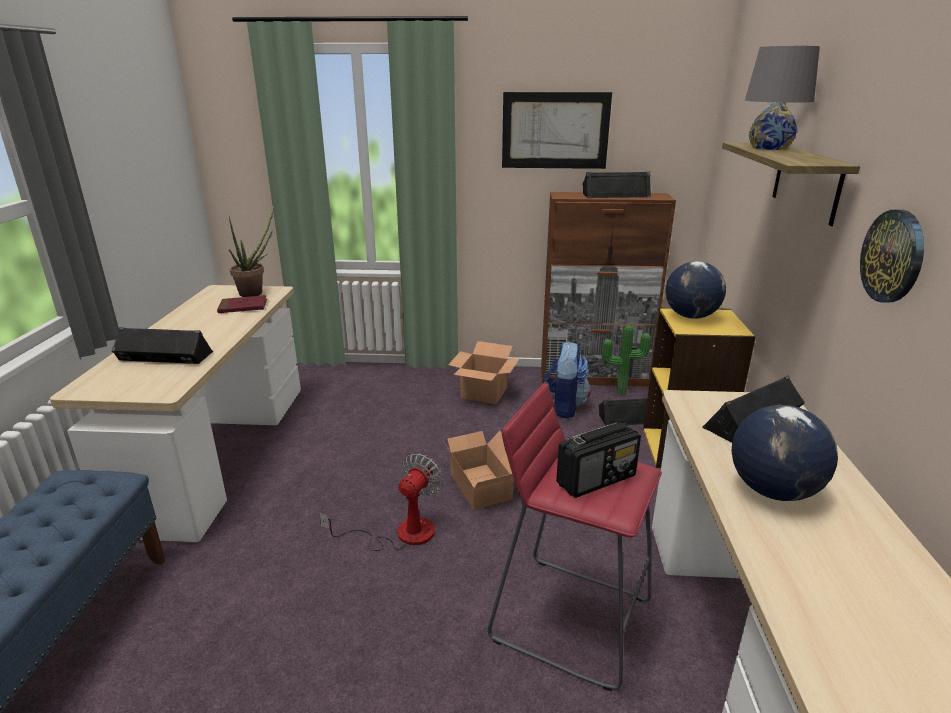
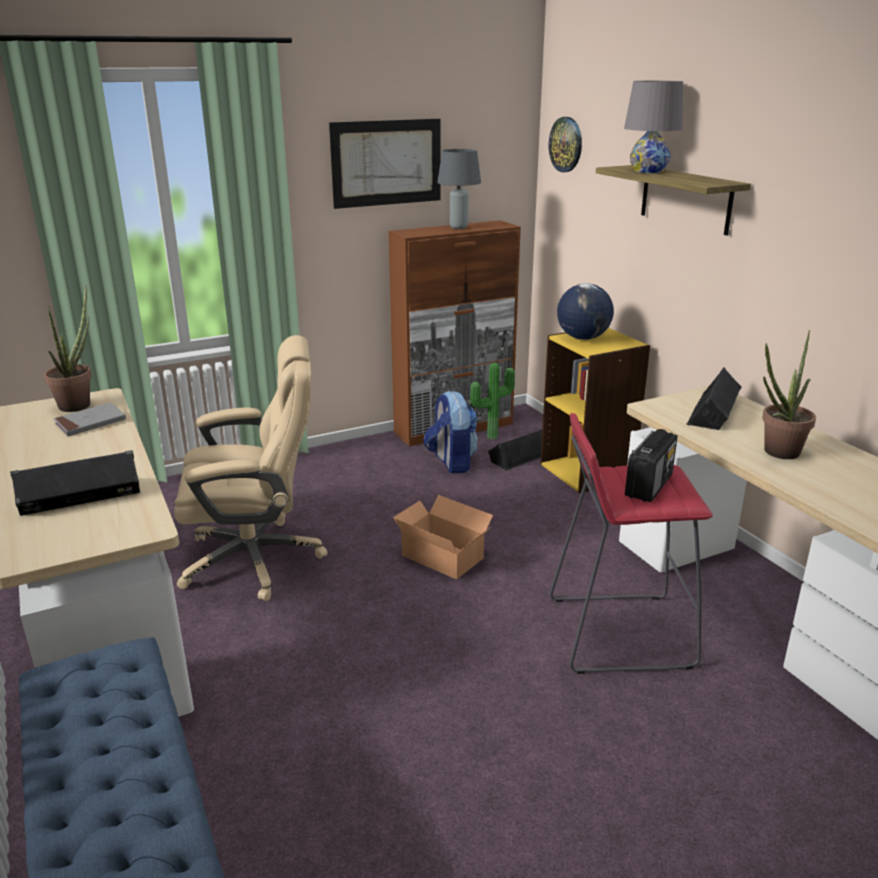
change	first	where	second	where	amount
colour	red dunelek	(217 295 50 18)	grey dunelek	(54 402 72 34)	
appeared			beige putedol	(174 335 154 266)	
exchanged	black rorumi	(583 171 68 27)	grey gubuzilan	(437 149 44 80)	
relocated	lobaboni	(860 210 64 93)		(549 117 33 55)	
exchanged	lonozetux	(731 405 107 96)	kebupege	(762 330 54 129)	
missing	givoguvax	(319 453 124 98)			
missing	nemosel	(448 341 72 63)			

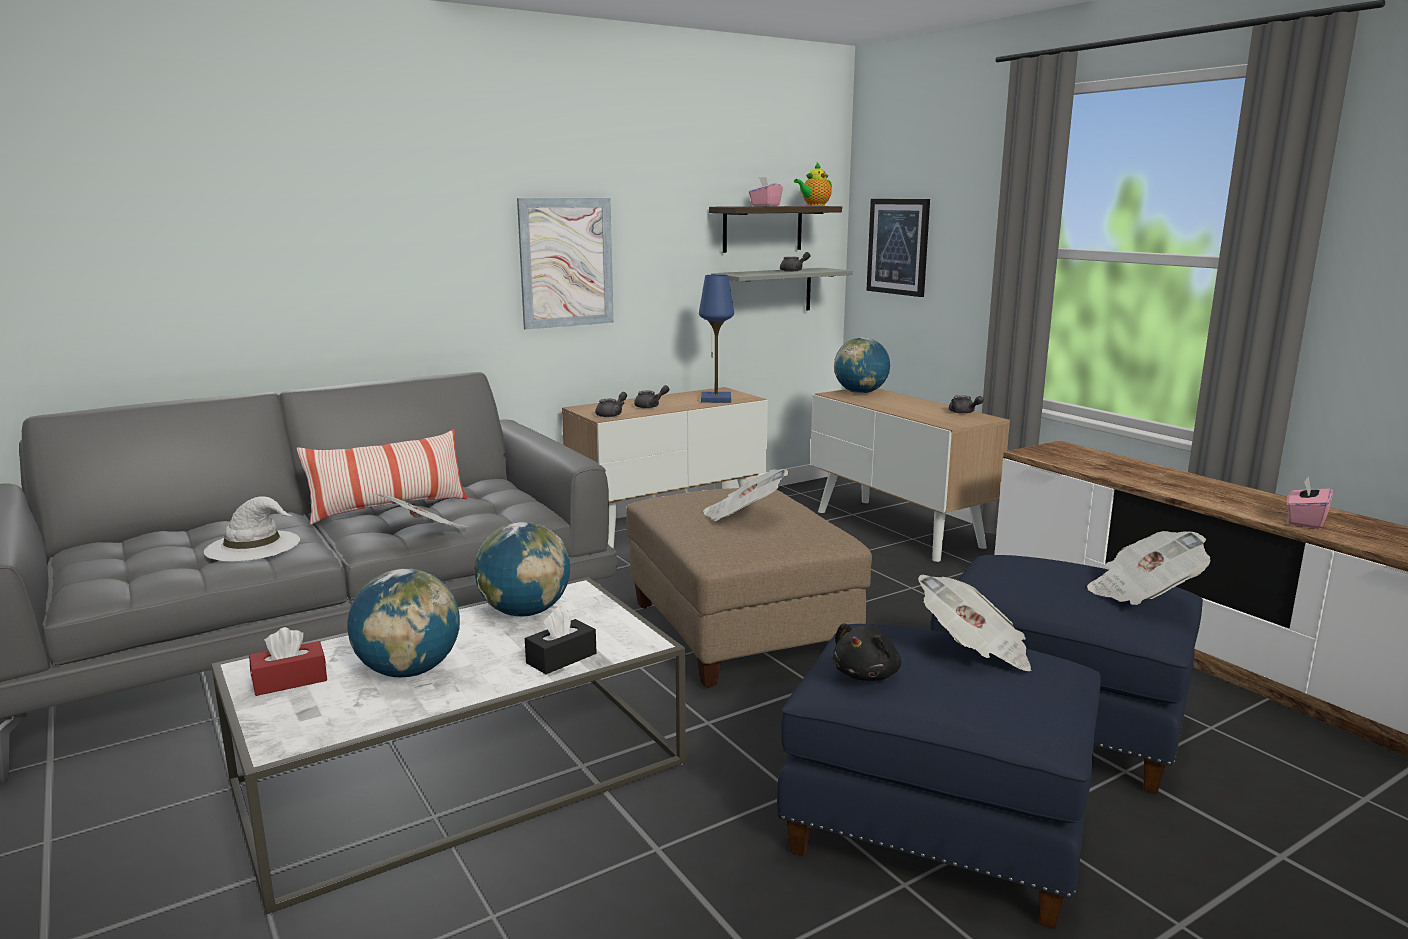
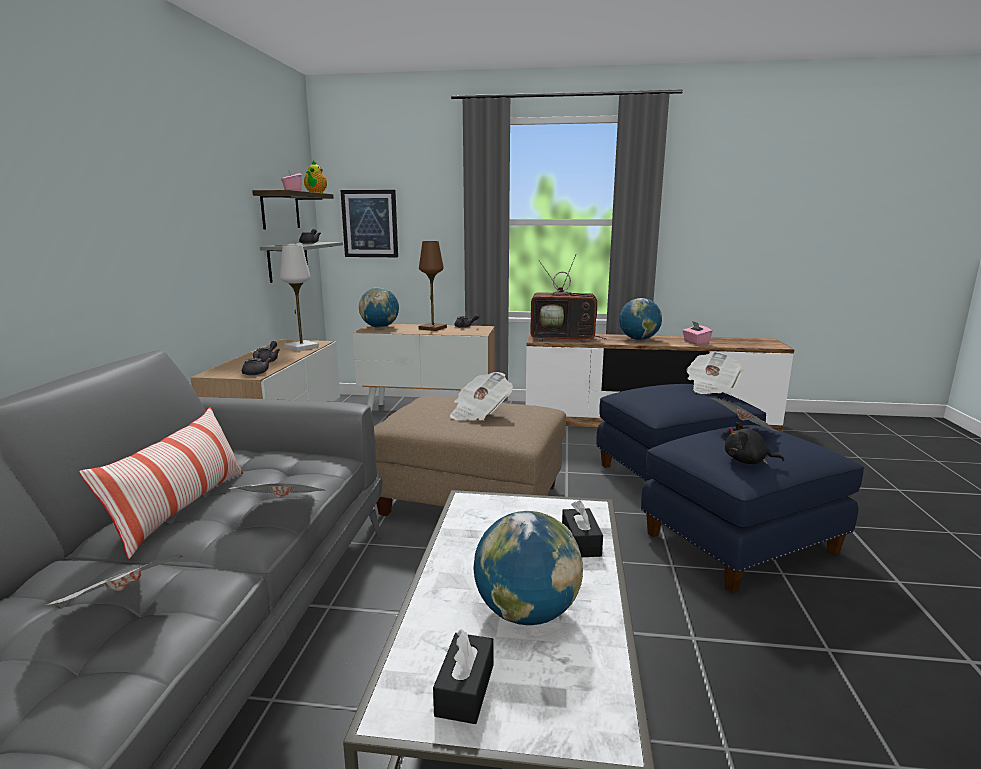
change	first	where	second	where	amount
exchanged	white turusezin	(204 496 96 66)	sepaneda	(46 554 137 51)	
colour	blue gubuzilan	(699 274 35 129)	white gubuzilan	(280 245 39 106)	
appeared			brown gubuzilan	(419 241 28 90)	
colour	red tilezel	(249 627 78 69)	black tilezel	(433 629 61 95)	
appeared			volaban	(530 255 77 87)	
relocated	lonozetux	(475 522 95 95)		(619 298 43 42)	
spun	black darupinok	(833 623 68 58)		(725 422 59 42)	120 degrees clockwise
missing	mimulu	(517 198 97 132)			

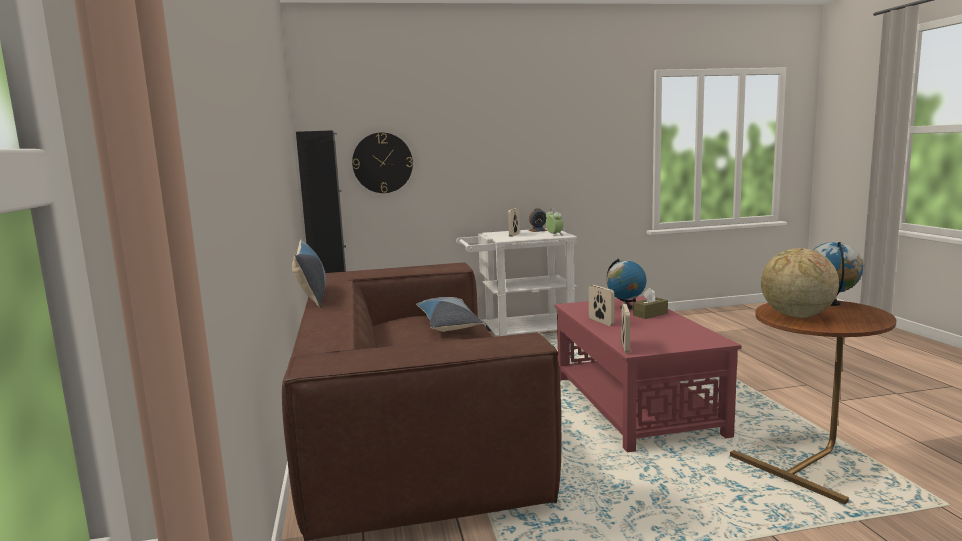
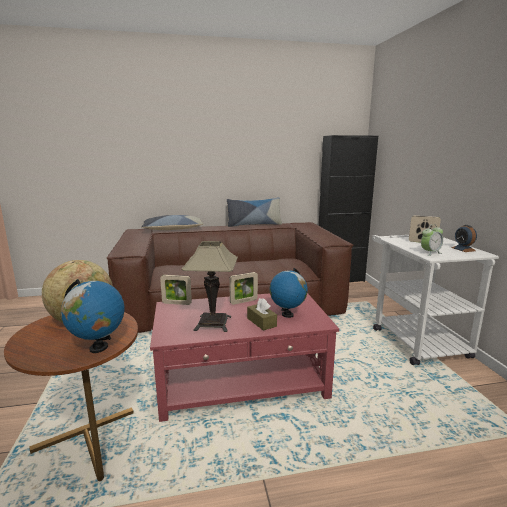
change	first	where	second	where	amount
relocated	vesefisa	(416 297 67 35)		(141 215 62 15)	
appeared			gubuzilan	(181 241 57 91)	
missing	lobaboni	(352 132 61 61)			

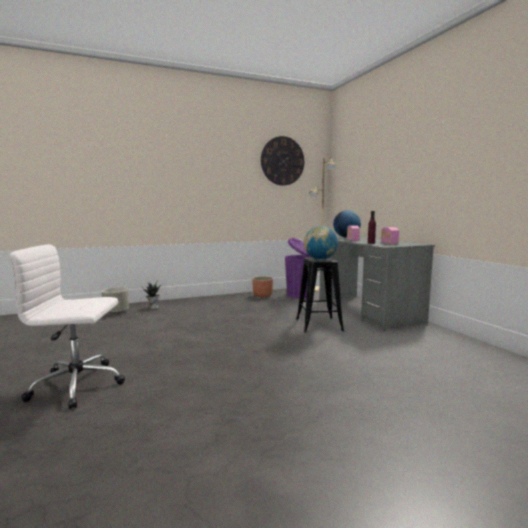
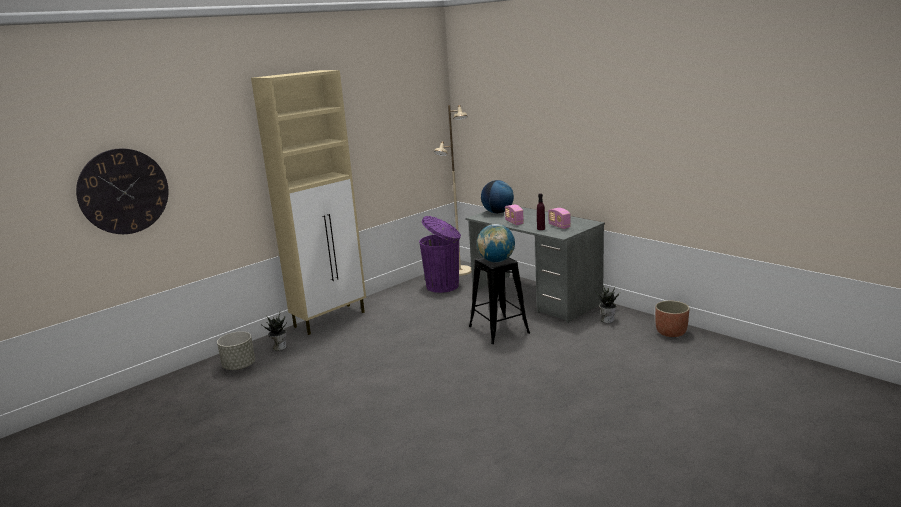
change	first	where	second	where	amount
relocated	lobaboni	(261 136 43 50)		(76 148 92 86)	
appeared			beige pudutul	(251 70 115 265)	
appeared			kebupege	(595 288 25 35)	
relocated	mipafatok	(252 276 21 21)		(655 301 35 36)	
missing	white putedol	(10 244 115 165)			

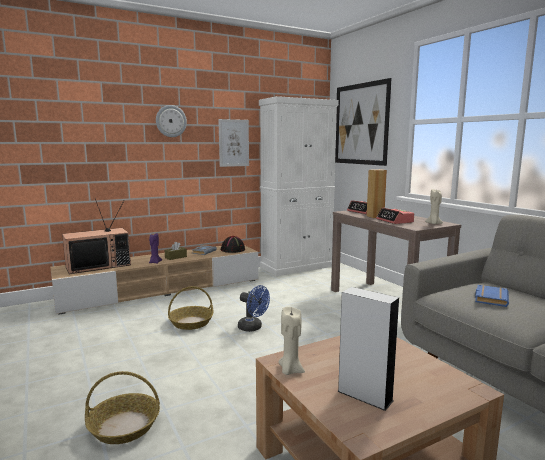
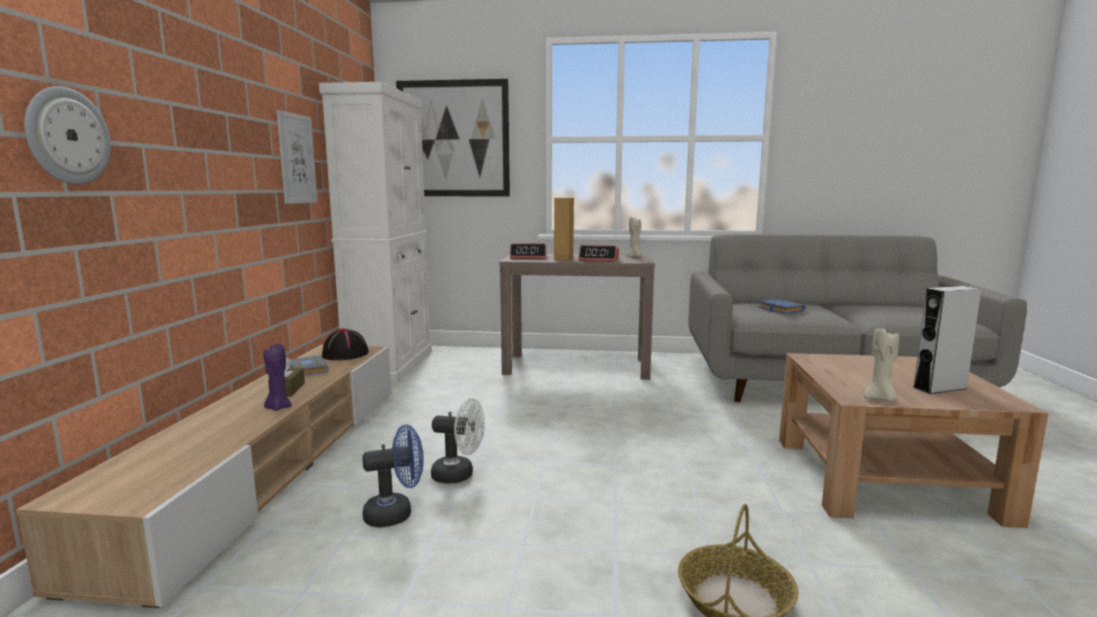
change	first	where	second	where	amount
relocated	lobaboni	(156 105 31 32)		(24 86 87 98)	
relocated	blue givoguvax	(238 285 32 47)		(362 425 62 102)	
exchanged	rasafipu	(168 286 45 44)	white givoguvax	(431 399 54 84)	
missing	volaban	(62 198 69 76)			

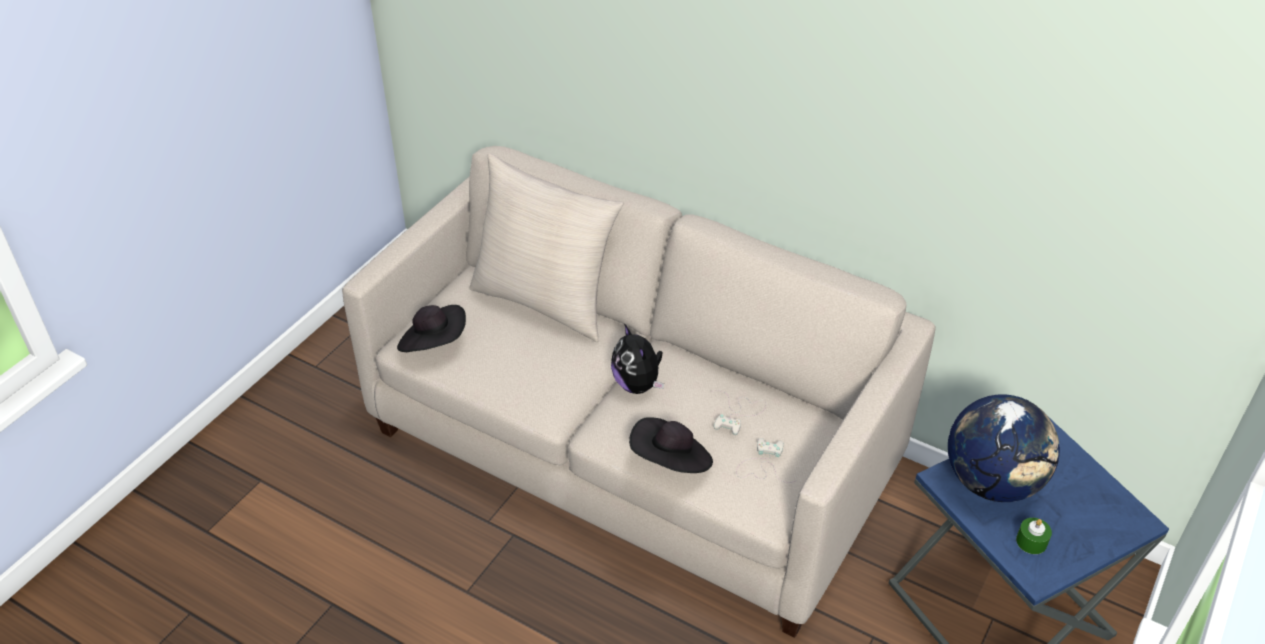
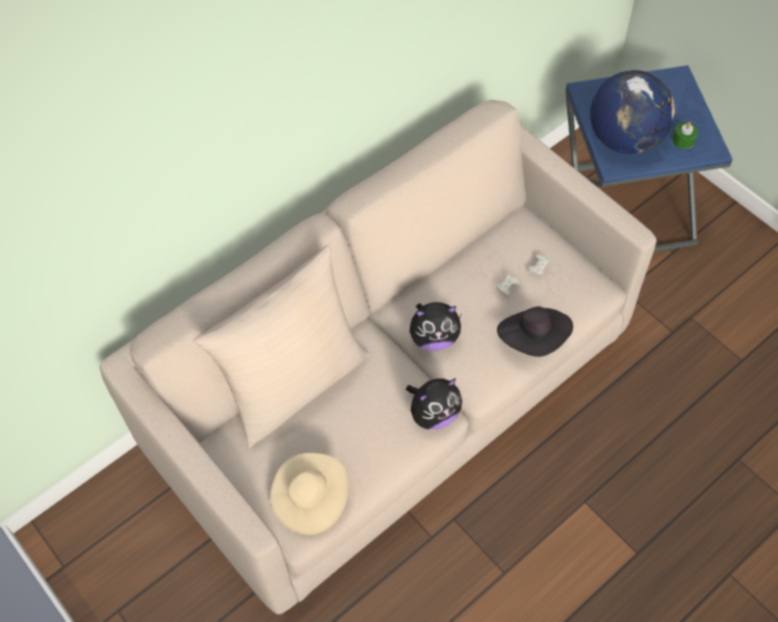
change	first	where	second	where	amount
colour	black turusezin	(397 305 69 47)	beige turusezin	(270 453 79 82)	
appeared			darupinok	(406 378 56 52)	

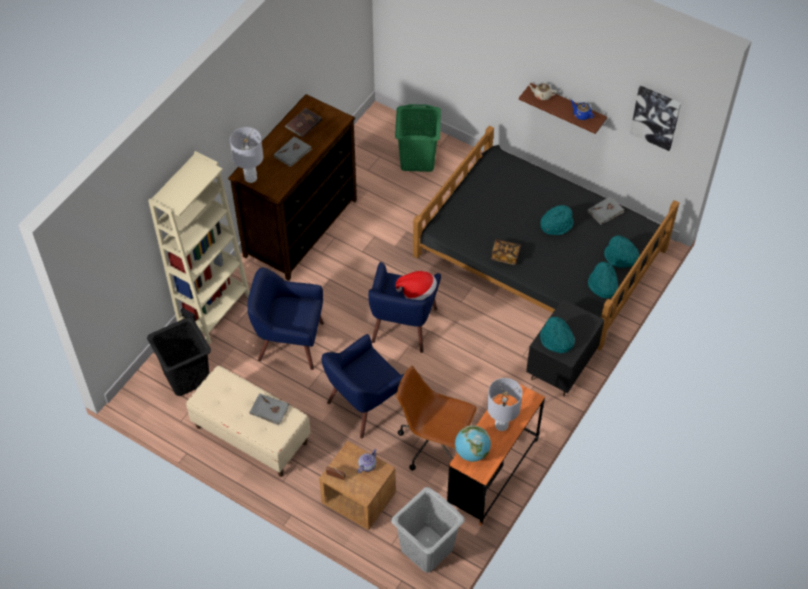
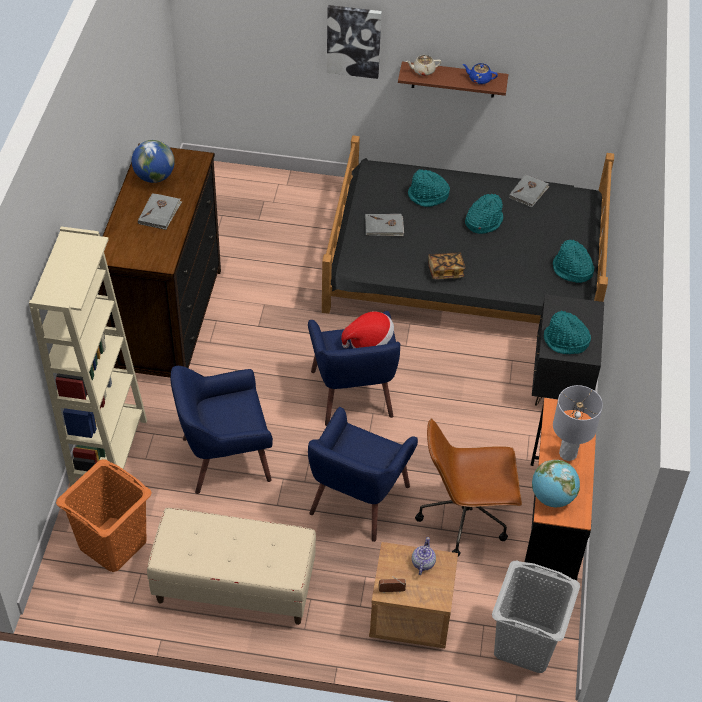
change	first	where	second	where	amount
colour	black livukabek	(147 317 64 79)	orange livukabek	(56 459 96 113)	
exchanged	brown dunelek	(285 108 37 30)	lonozetux	(132 140 43 43)	
relocated	mimulu	(630 86 51 65)		(327 5 55 74)	
relocated	grey dunelek	(249 393 40 32)		(365 214 39 22)	
relocated	turquoise turusezin	(604 235 35 33)		(408 169 42 38)	
missing	grey gubuzilan	(230 127 33 56)			
missing	green livukabek	(395 104 46 68)			

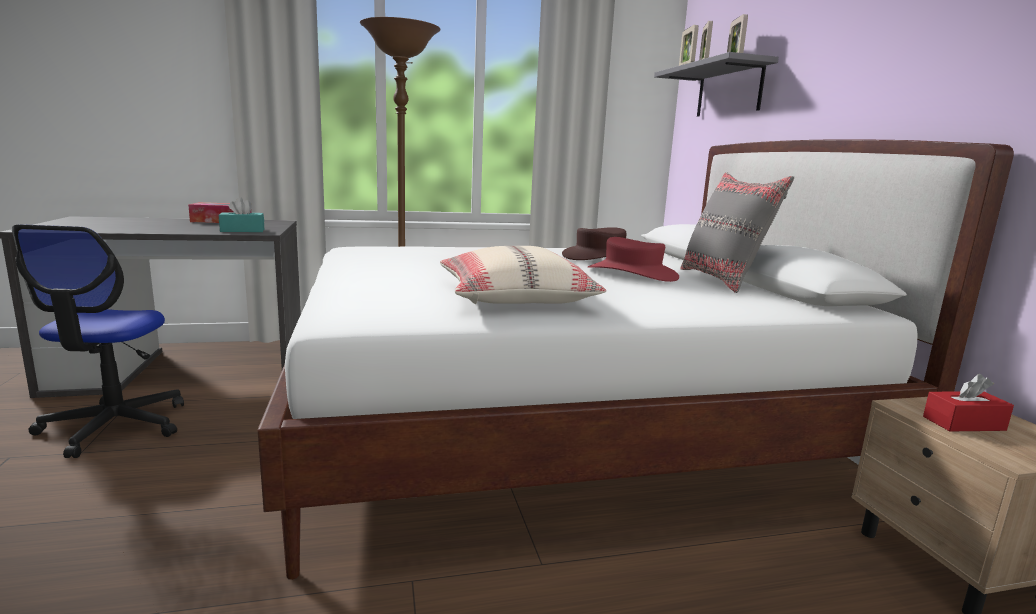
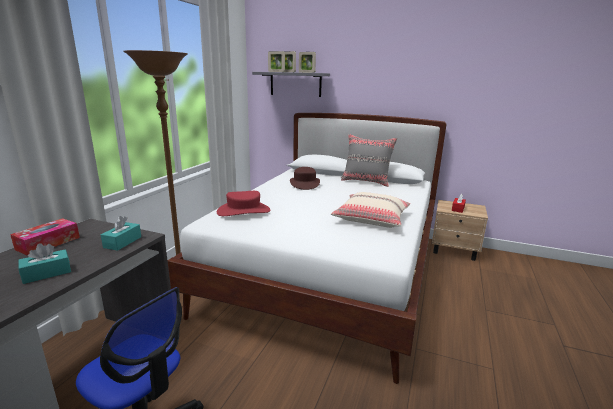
change	first	where	second	where	amount
appeared			turquoise tilezel	(18 243 53 41)	
relocated	red turusezin	(588 237 91 45)		(217 191 53 25)	

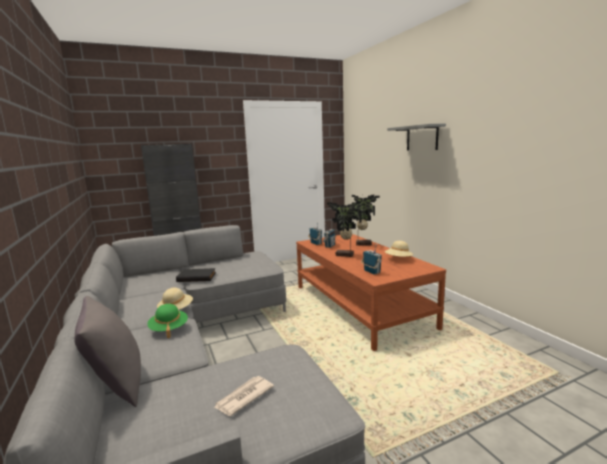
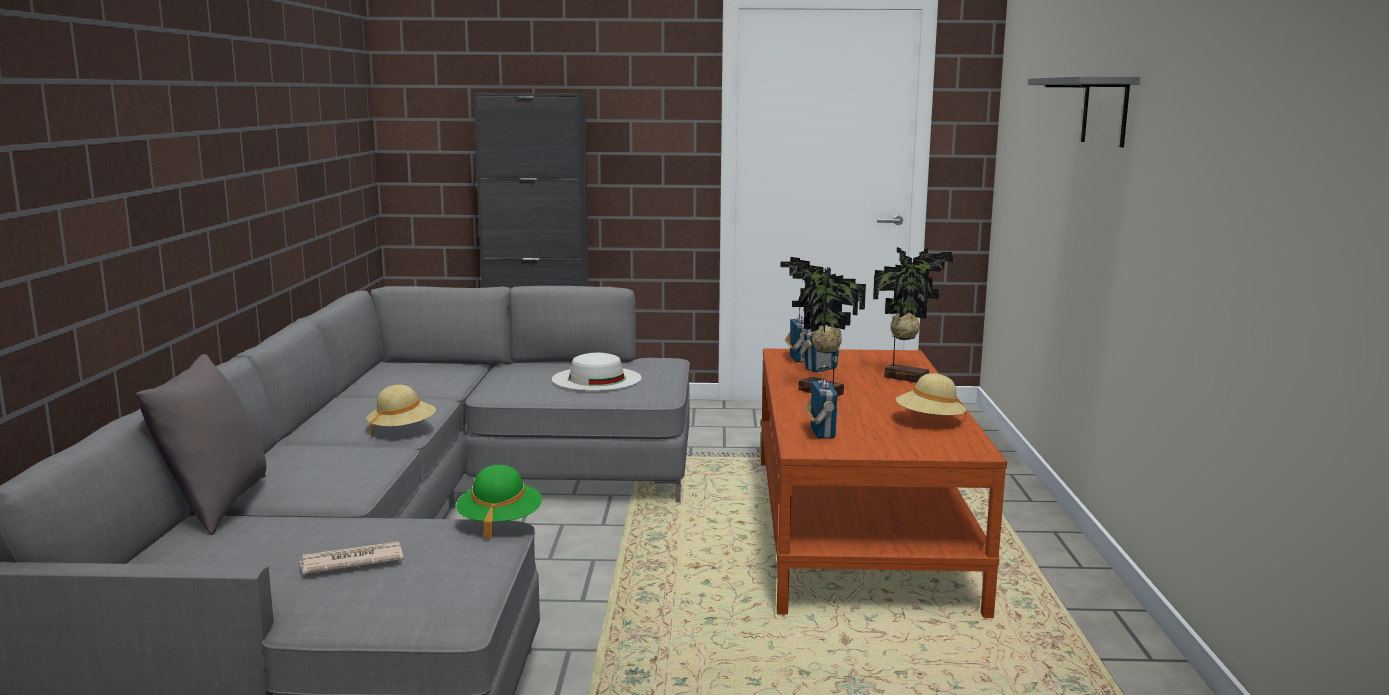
change	first	where	second	where	amount
relocated	green turusezin	(147 304 41 34)		(456 465 86 75)	
appeared			white turusezin	(552 353 90 38)	
missing	black dunelek	(176 268 40 14)			

